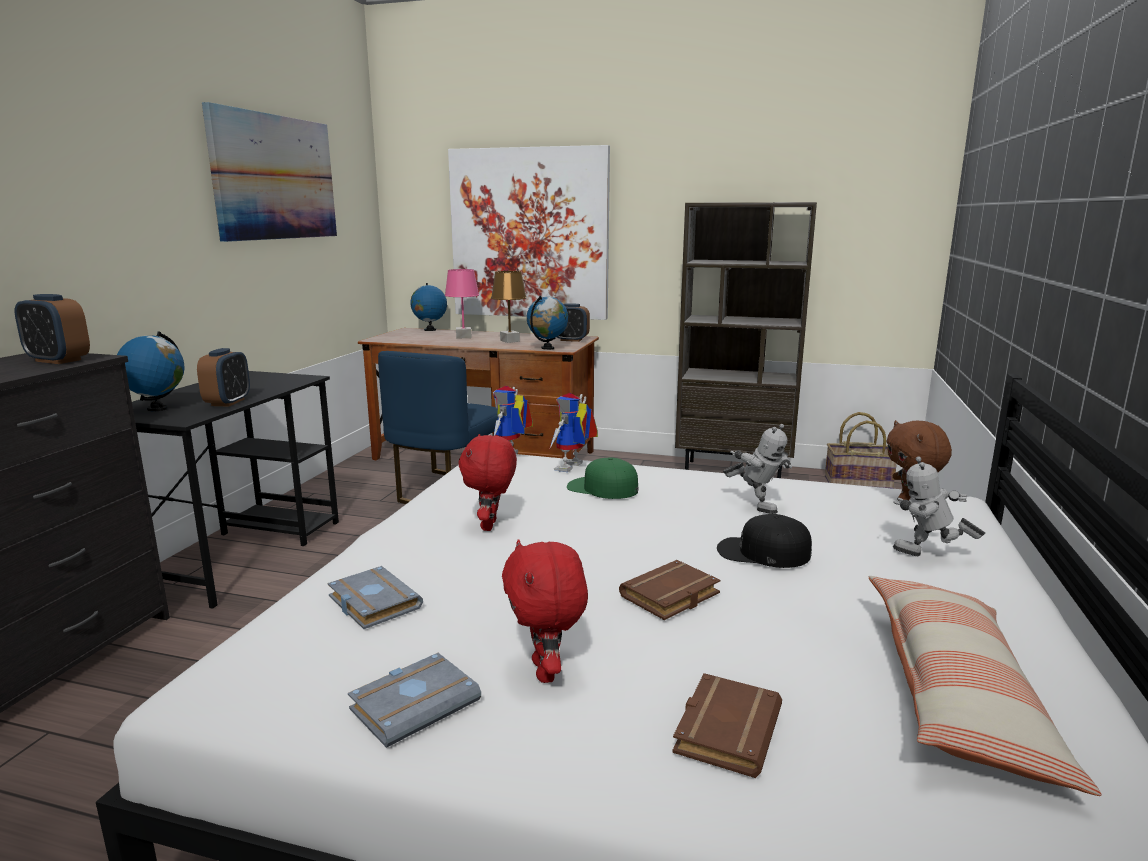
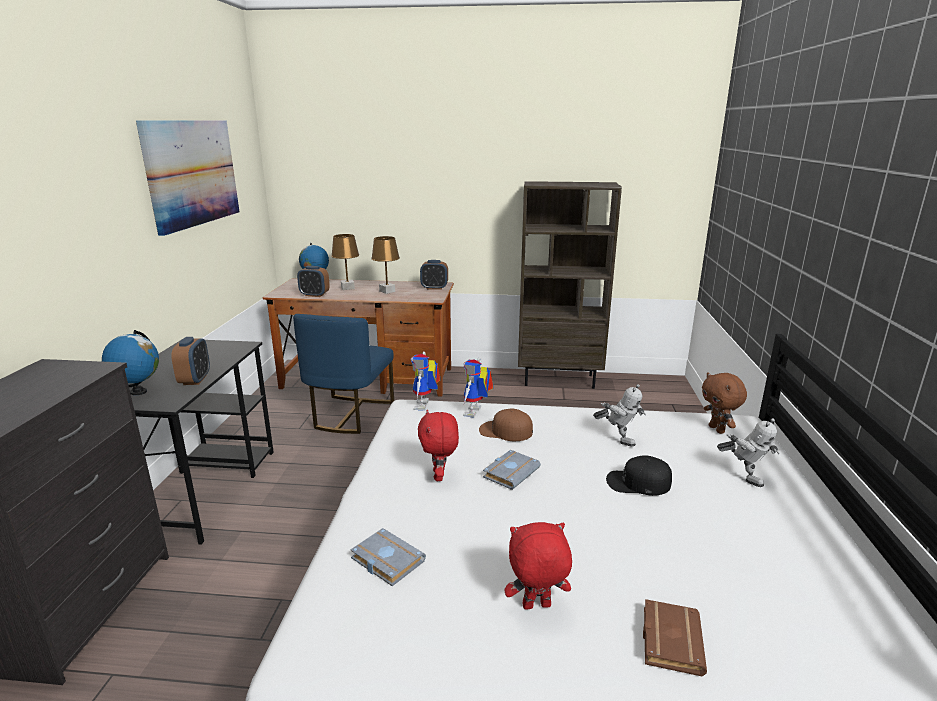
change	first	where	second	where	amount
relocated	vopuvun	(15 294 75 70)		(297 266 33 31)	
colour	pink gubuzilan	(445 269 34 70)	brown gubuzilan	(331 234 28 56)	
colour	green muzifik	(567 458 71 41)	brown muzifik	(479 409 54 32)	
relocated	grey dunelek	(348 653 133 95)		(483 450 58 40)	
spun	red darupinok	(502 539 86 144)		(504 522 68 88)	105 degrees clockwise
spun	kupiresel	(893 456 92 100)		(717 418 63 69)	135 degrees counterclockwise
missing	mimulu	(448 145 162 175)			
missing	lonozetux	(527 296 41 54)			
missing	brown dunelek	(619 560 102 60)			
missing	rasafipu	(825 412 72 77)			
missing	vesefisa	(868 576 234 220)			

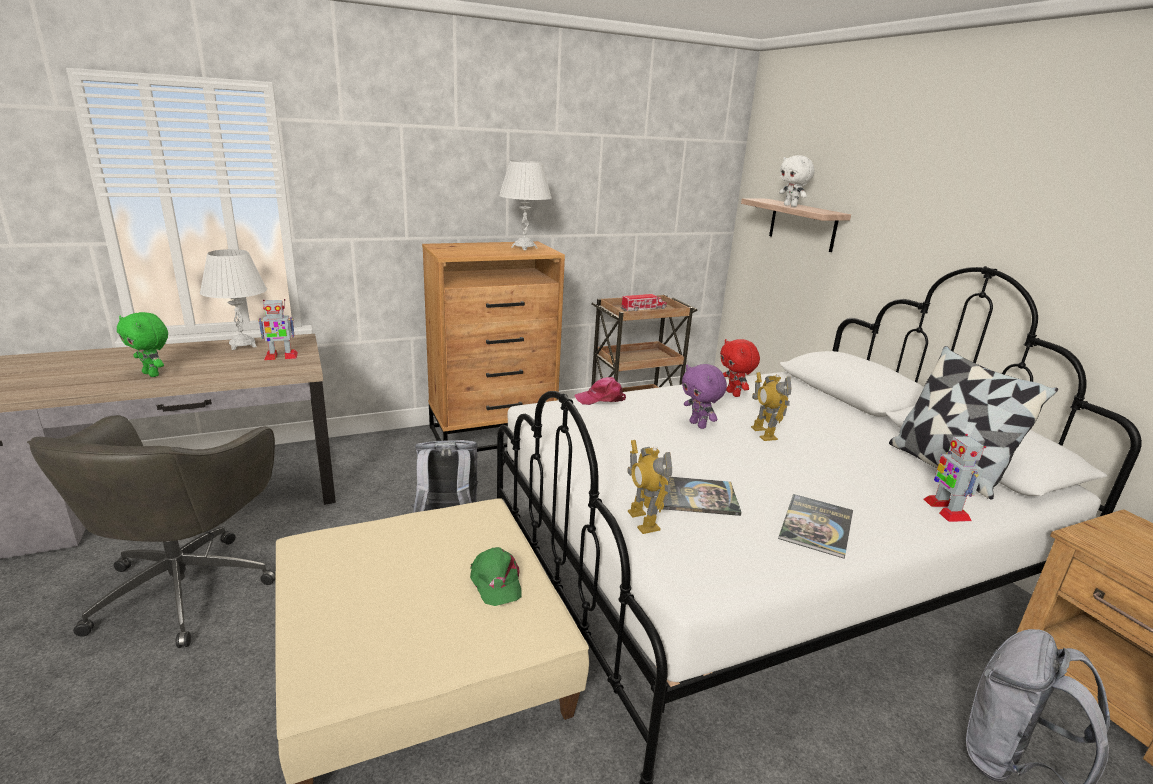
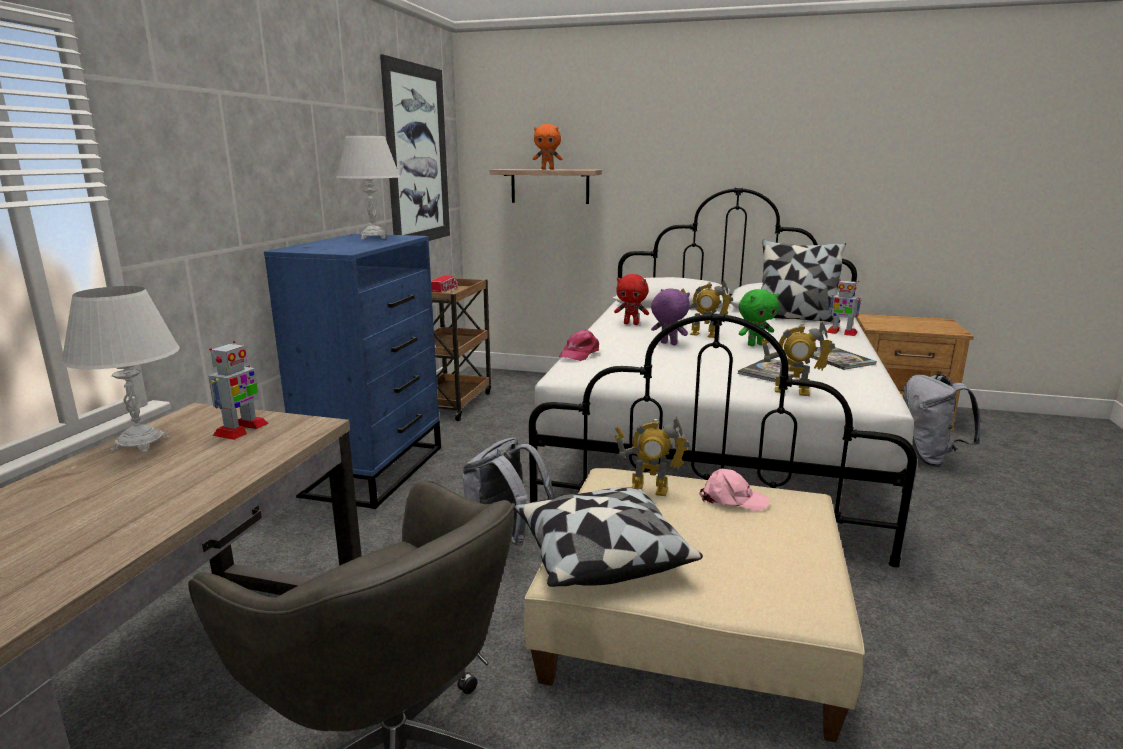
change	first	where	second	where	amount
colour	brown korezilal	(422 241 143 211)	blue korezilal	(264 234 177 275)	
appeared			mimulu	(380 54 70 187)	
appeared			vesefisa	(514 487 189 100)	
colour	white darupinok	(779 155 36 52)	orange darupinok	(533 124 29 45)	
appeared			kupiresel	(615 416 75 80)	
spun	purple darupinok	(682 364 45 65)		(651 288 39 57)	150 degrees counterclockwise
colour	green muzifik	(470 547 52 59)	pink muzifik	(699 469 71 42)	
relocated	green darupinok	(117 312 51 65)		(739 289 40 57)	

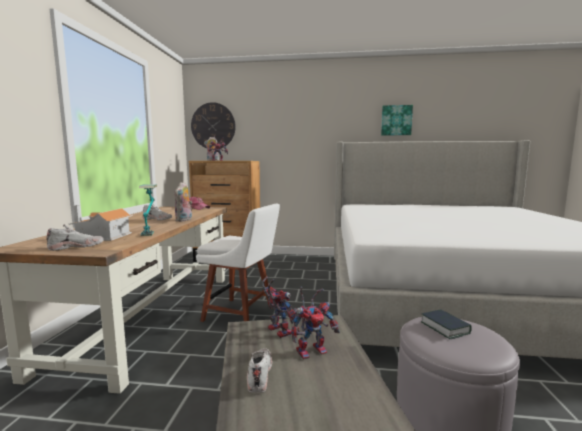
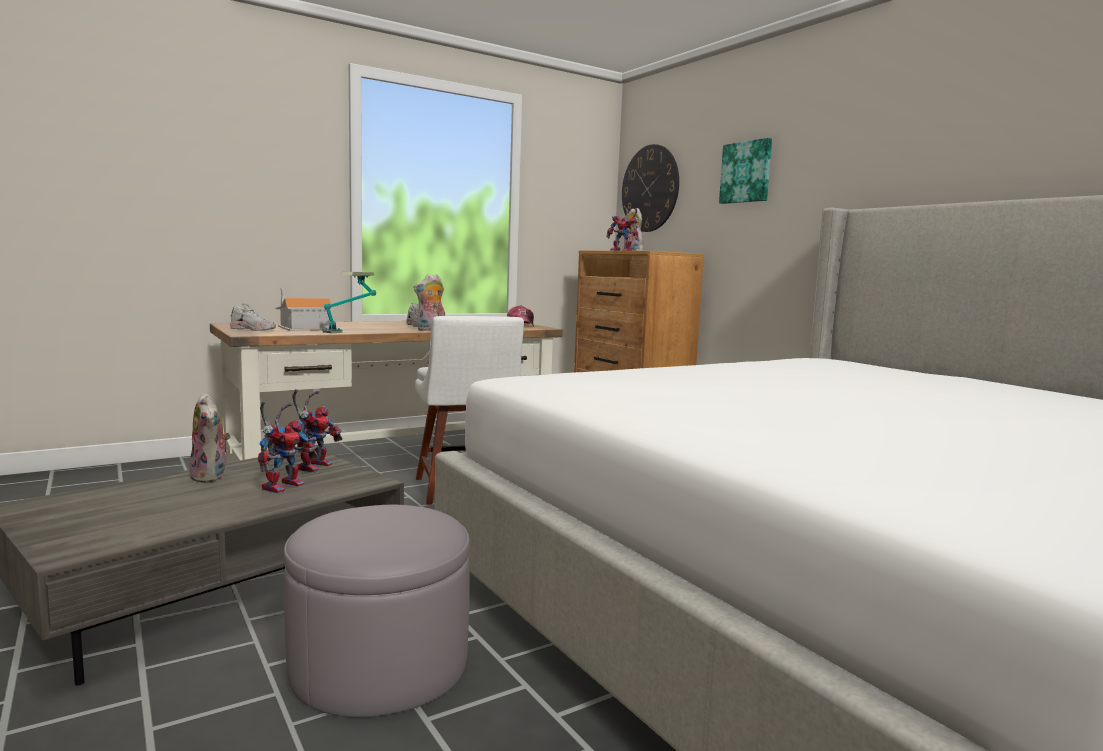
change	first	where	second	where	amount
exchanged	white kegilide	(247 348 25 45)	darupinok	(189 393 42 90)	
spun	kupiresel	(291 287 49 73)		(258 401 60 93)	90 degrees counterclockwise
relocated	mimulu	(381 105 32 31)		(719 138 53 66)	
missing	dunelek	(421 309 51 30)			

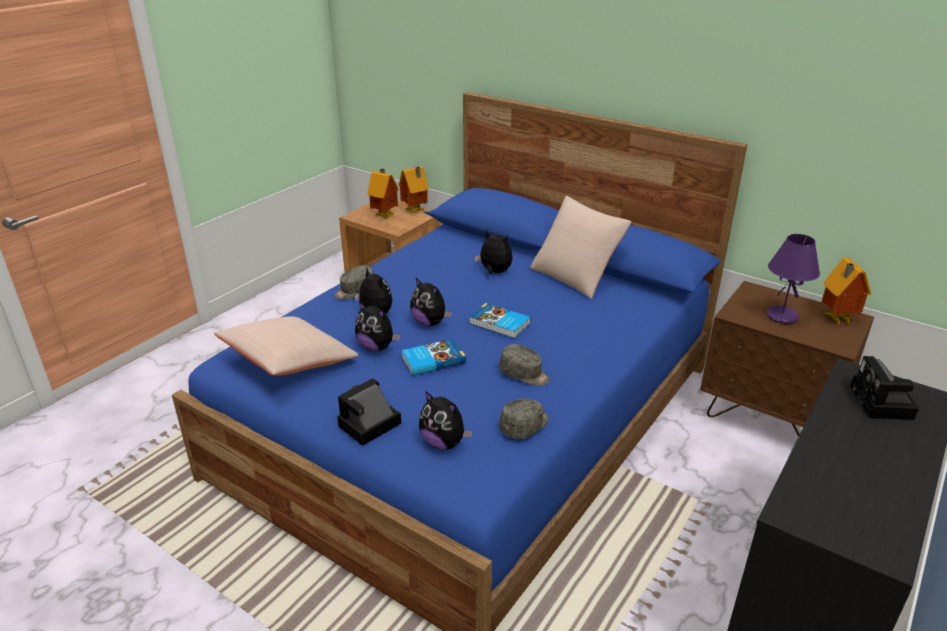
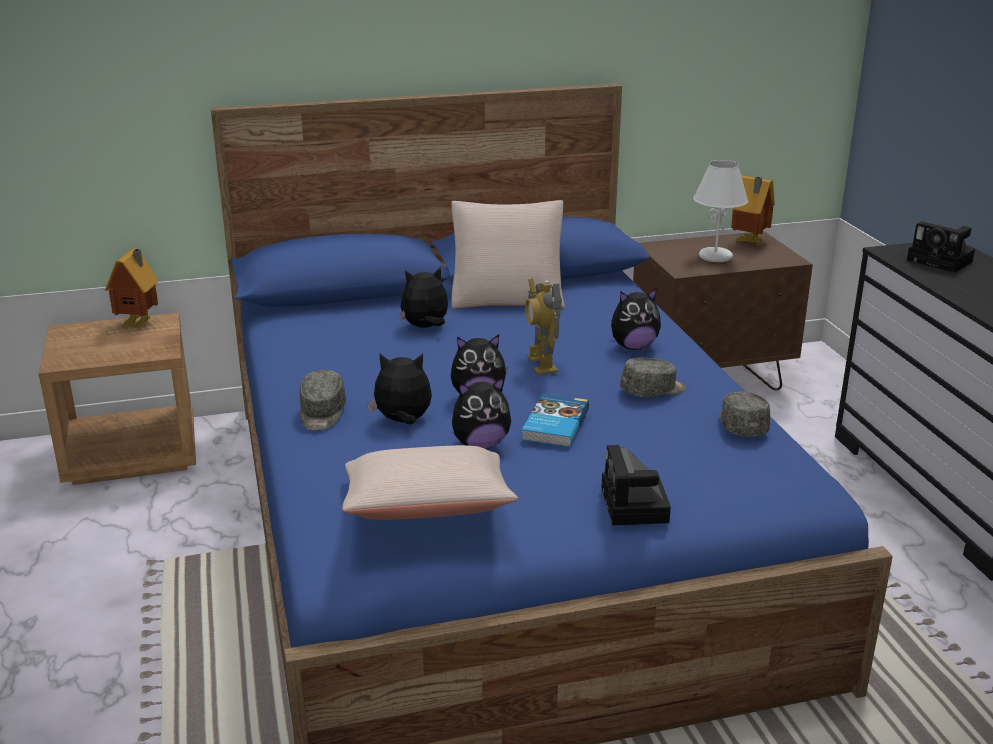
change	first	where	second	where	amount
exchanged	dunelek	(469 303 62 35)	kupiresel	(525 278 37 97)	
relocated	darupinok	(419 391 54 59)		(611 288 50 62)	
colour	purple gubuzilan	(766 234 54 90)	white gubuzilan	(694 160 54 102)	
missing	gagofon	(367 169 32 50)			

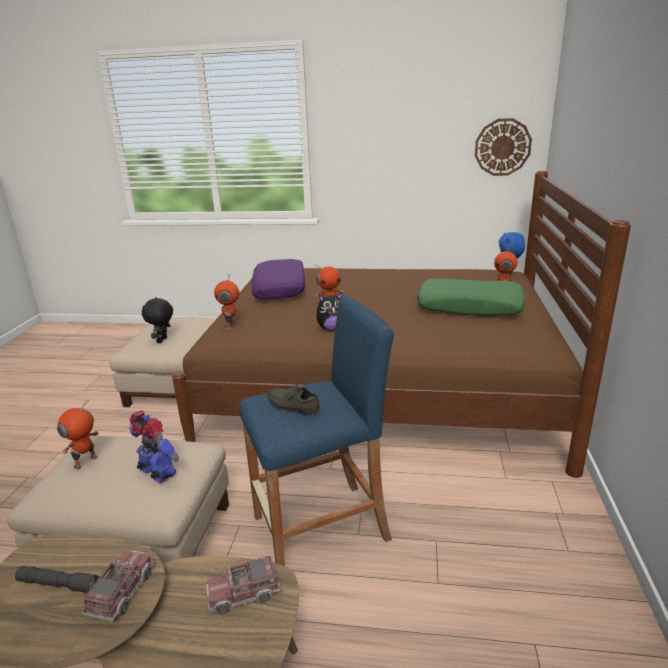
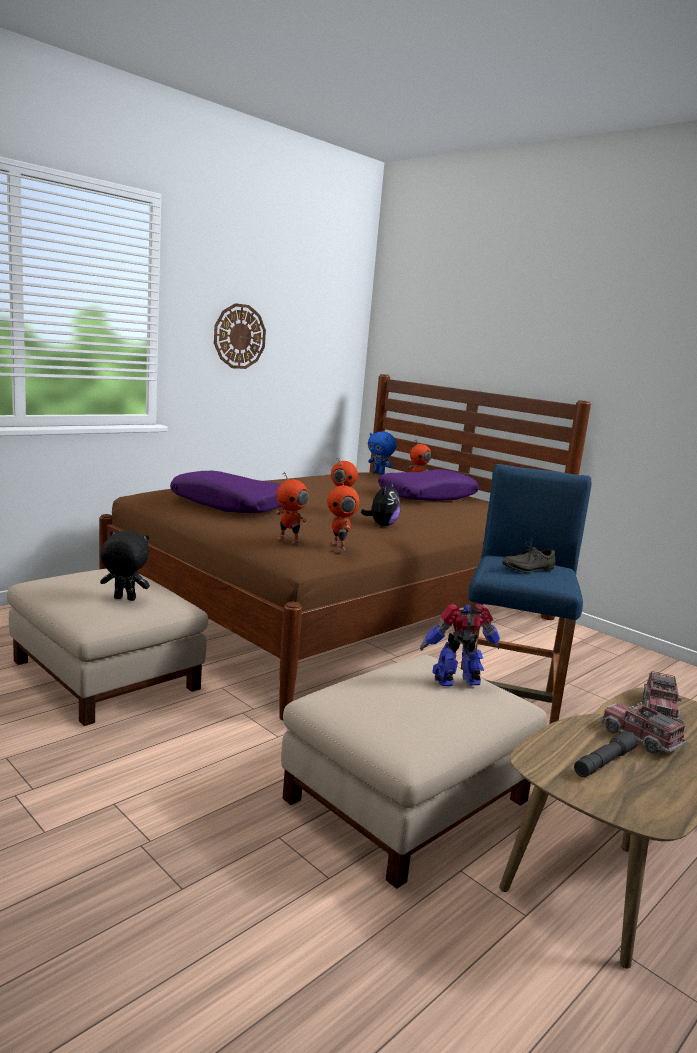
change	first	where	second	where	amount
spun	black darupinok	(142 297 31 46)		(100 531 50 70)	135 degrees clockwise
relocated	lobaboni	(475 118 57 58)		(214 303 52 66)	
relocated	kupiresel	(57 400 42 69)		(327 477 32 74)	
colour	green vesefisa	(418 278 107 39)	purple vesefisa	(378 469 101 32)	

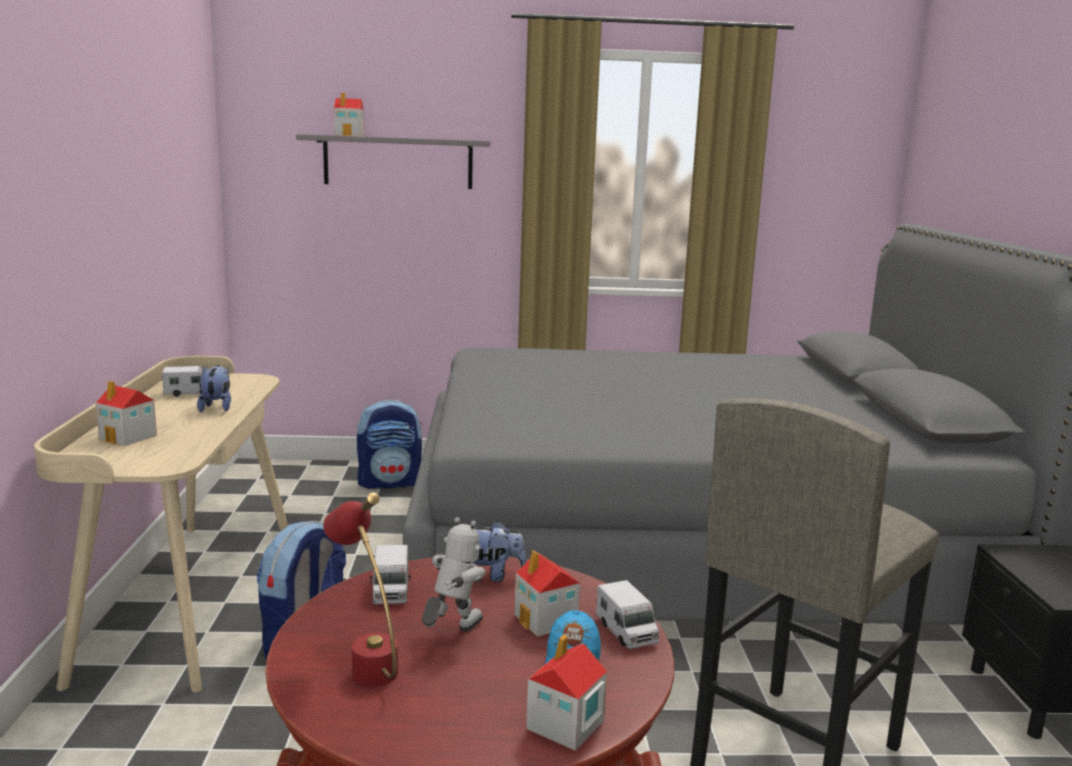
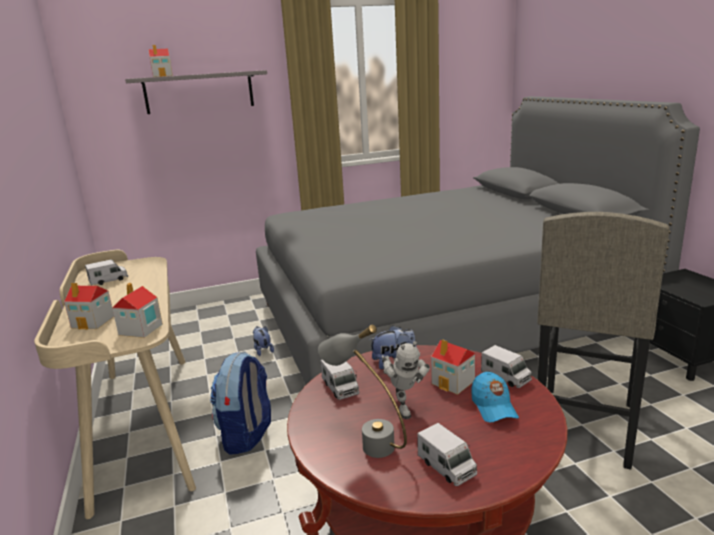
change	first	where	second	where	amount
relocated	gagofon	(526 634 81 117)		(112 283 51 55)	
relocated	darupinok	(197 365 34 47)		(253 326 21 30)	
colour	red gubuzilan	(323 492 75 195)	grey gubuzilan	(318 325 89 133)	
spun	kupiresel	(422 517 63 114)		(382 341 48 78)	150 degrees clockwise
appeared			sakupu	(417 423 60 63)	
missing	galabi	(357 400 65 89)			

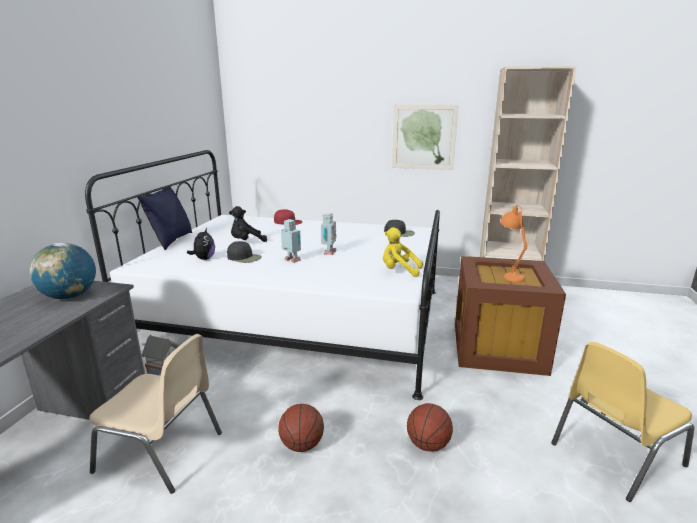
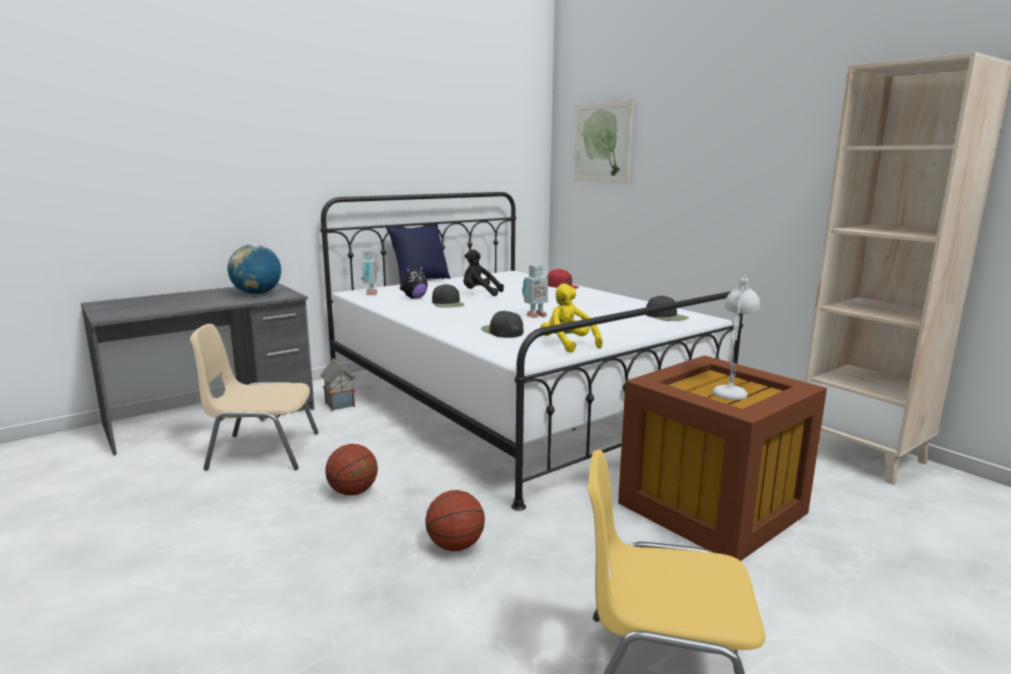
change	first	where	second	where	amount
spun	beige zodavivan	(89 334 133 160)		(190 324 129 146)	120 degrees clockwise
relocated	kupiresel	(281 219 20 44)		(361 249 17 46)	
appeared			black muzifik	(481 311 43 27)	
relocated	mimulu	(392 104 67 66)		(574 100 59 83)	
colour	orange gubuzilan	(500 205 28 77)	white gubuzilan	(713 275 47 125)	

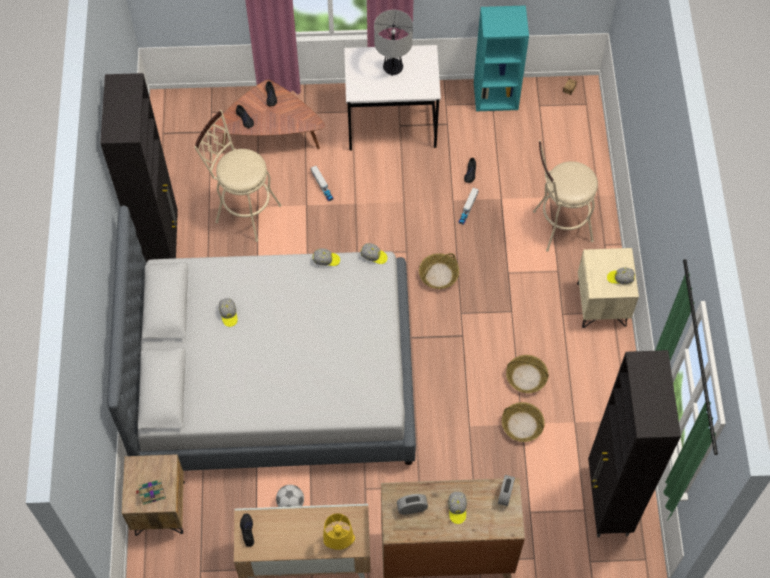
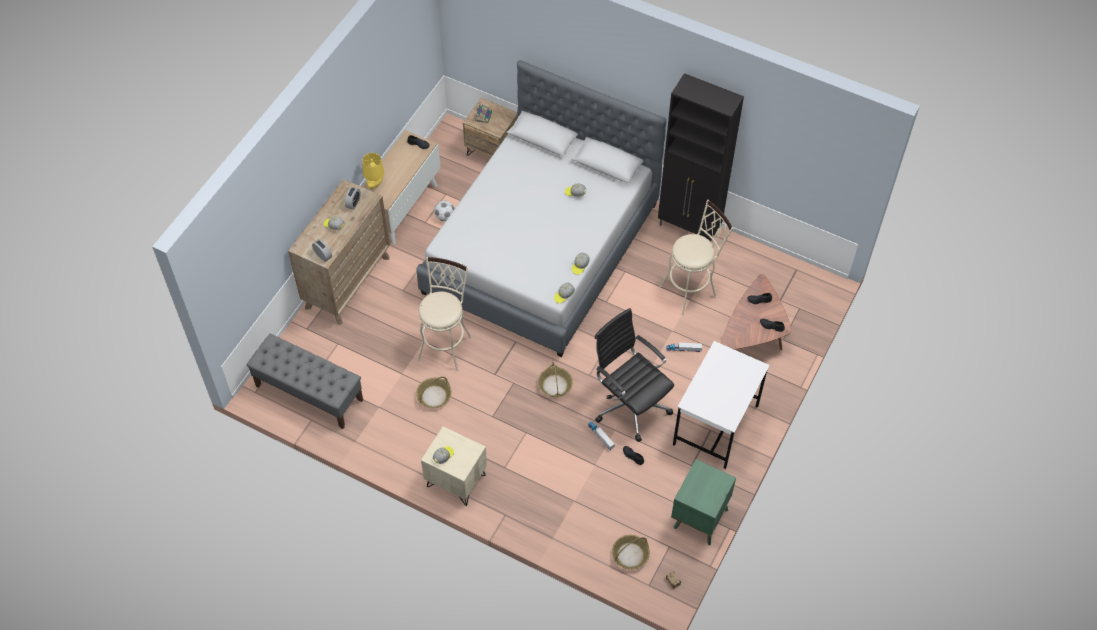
change	first	where	second	where	amount
exchanged	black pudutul	(588 350 93 187)	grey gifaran	(247 334 116 95)	
relocated	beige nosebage	(533 140 65 112)		(417 257 54 114)	
appeared			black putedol	(595 308 79 134)	
relocated	rasafipu	(502 402 43 40)		(612 535 38 35)	
exchanged	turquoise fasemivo	(474 5 55 106)	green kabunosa	(671 459 65 86)	
missing	gubuzilan	(374 10 39 66)			

